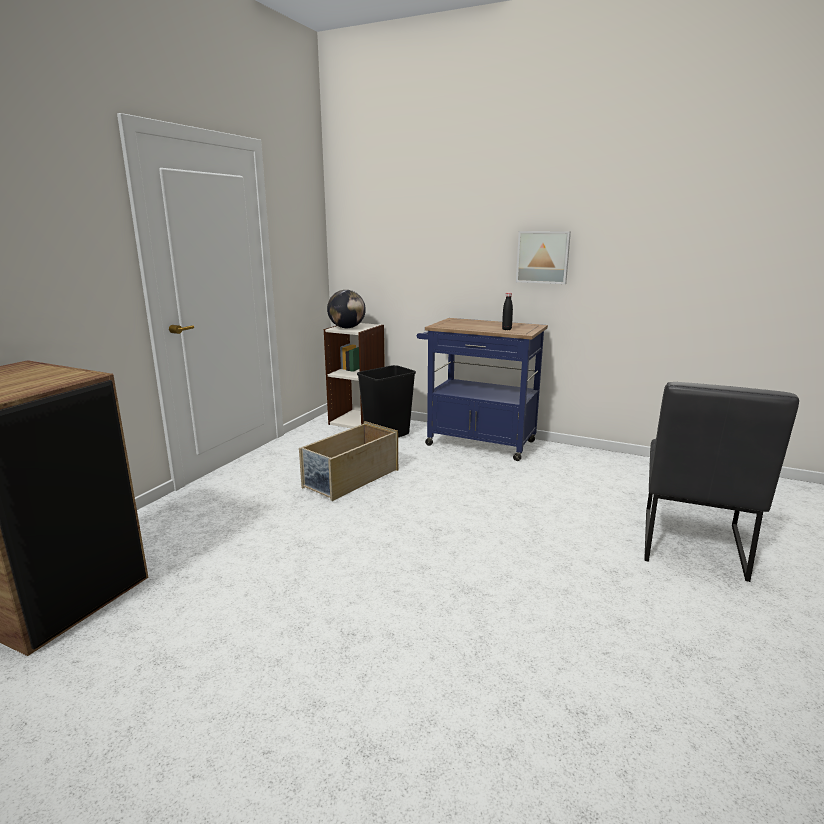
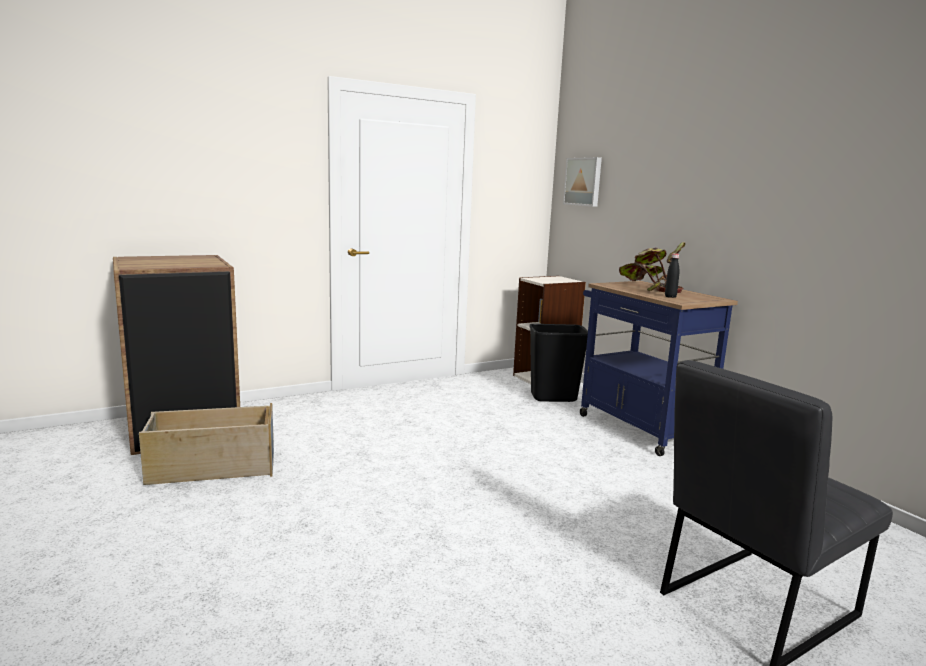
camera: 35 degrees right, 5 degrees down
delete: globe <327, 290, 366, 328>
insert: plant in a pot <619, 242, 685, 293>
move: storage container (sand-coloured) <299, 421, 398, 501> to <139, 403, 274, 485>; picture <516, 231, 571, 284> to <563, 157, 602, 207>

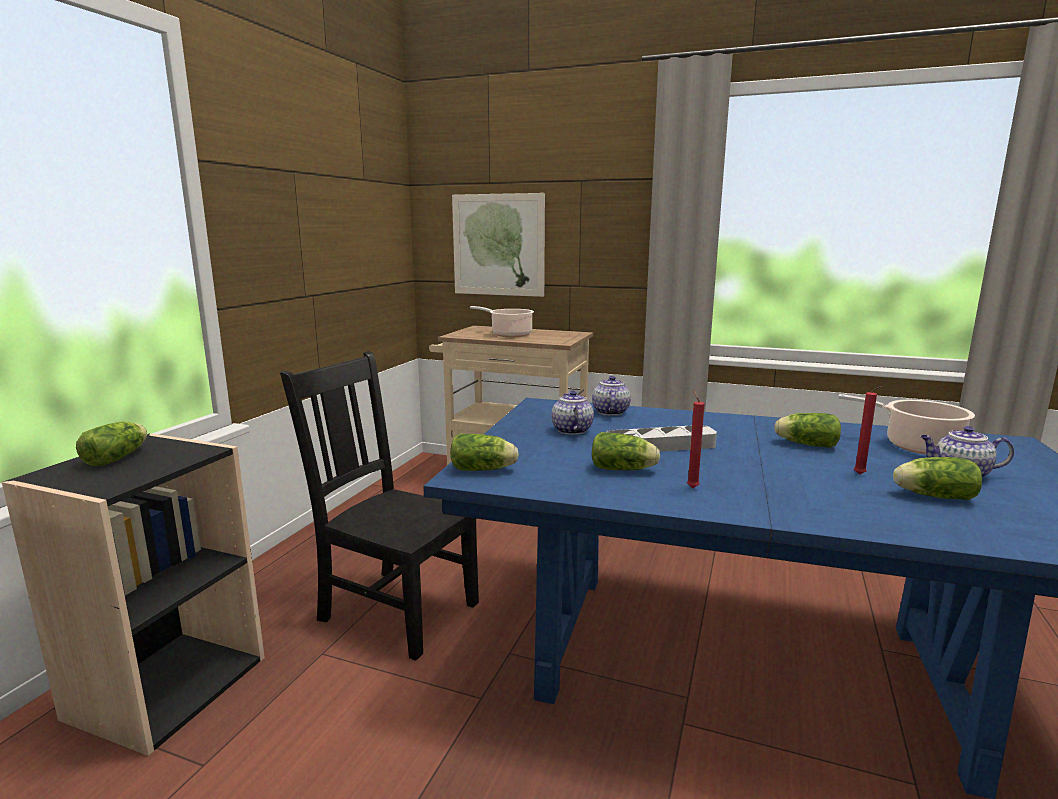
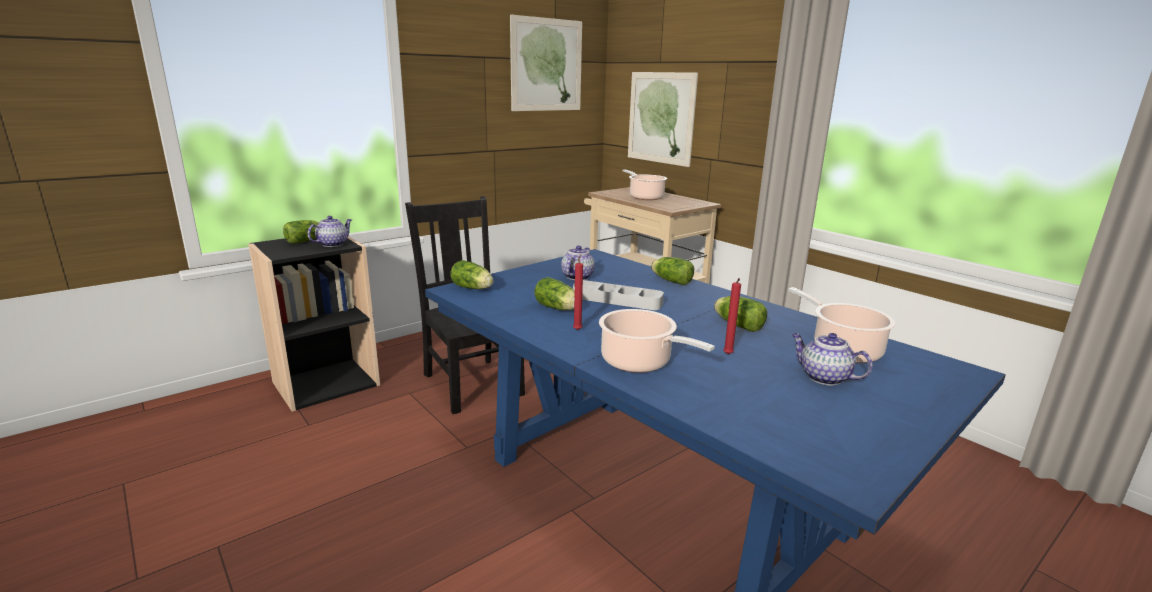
camera: 30 degrees right, 5 degrees up
insert: picture <510, 15, 582, 111>; cooking pot <599, 309, 715, 373>
move: pot for tea <592, 376, 631, 416> to <308, 216, 352, 247>; head of lettuce <893, 457, 982, 500> to <651, 257, 694, 285>

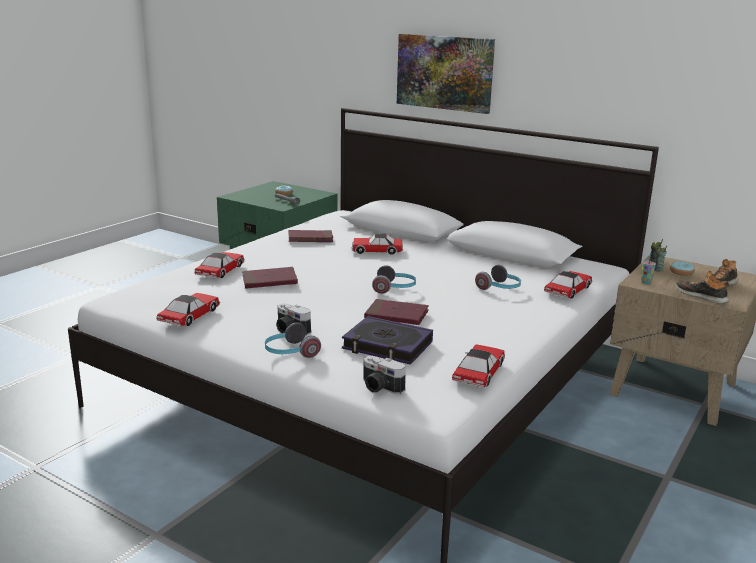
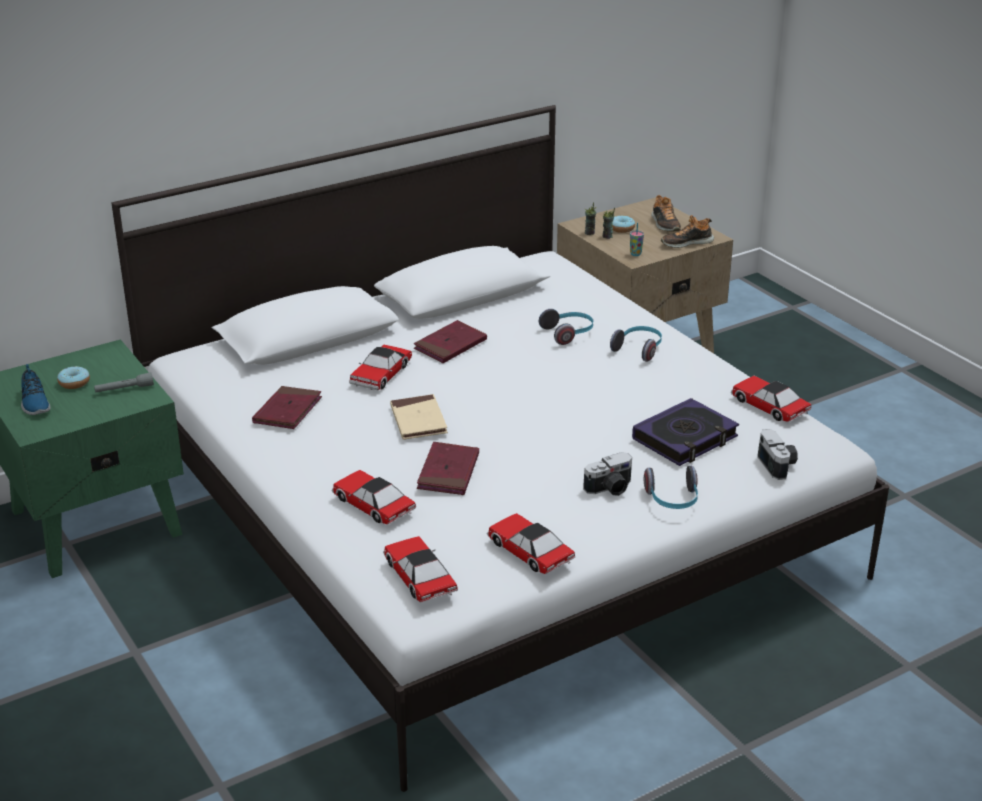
camera: 65 degrees left, 10 degrees up
delete: picture <397, 34, 495, 114>
insert: low shoe <21, 364, 50, 415>; volume (sand-coloured) <390, 394, 448, 440>
move: volume (red) <364, 299, 429, 325> to <414, 320, 487, 363>; headphones <372, 265, 416, 294> to <610, 326, 662, 362>; toy car <544, 271, 592, 299> to <383, 536, 458, 603>
rotate: still camera <363, 356, 406, 394> = <757, 429, 798, 480> 75 degrees counterclockwise

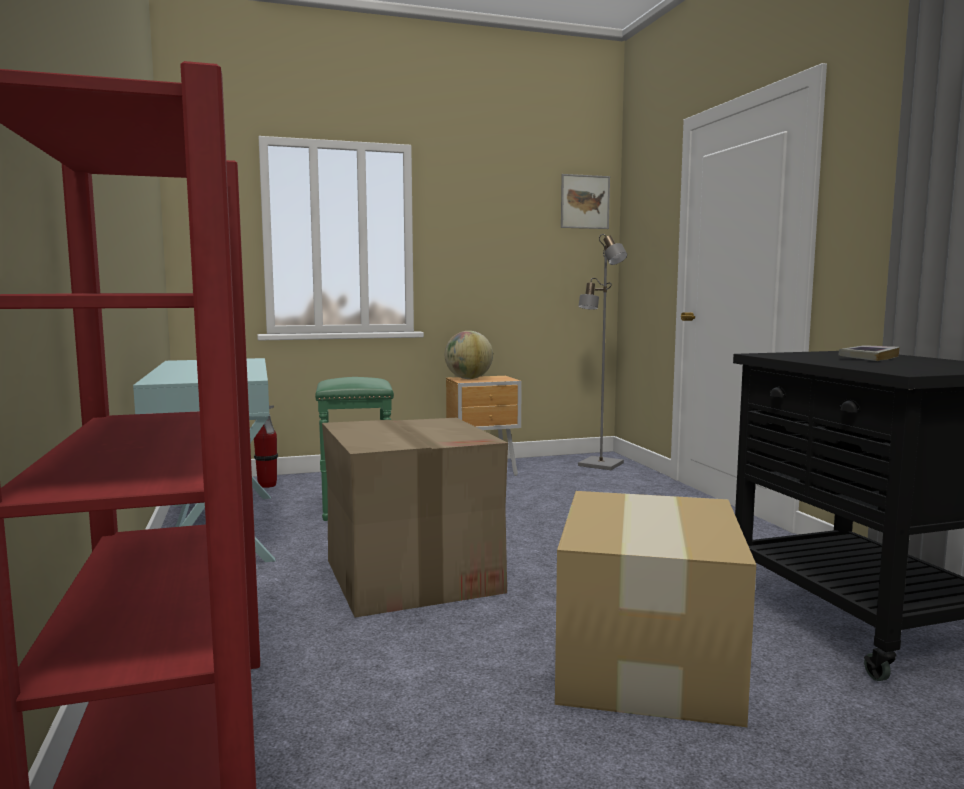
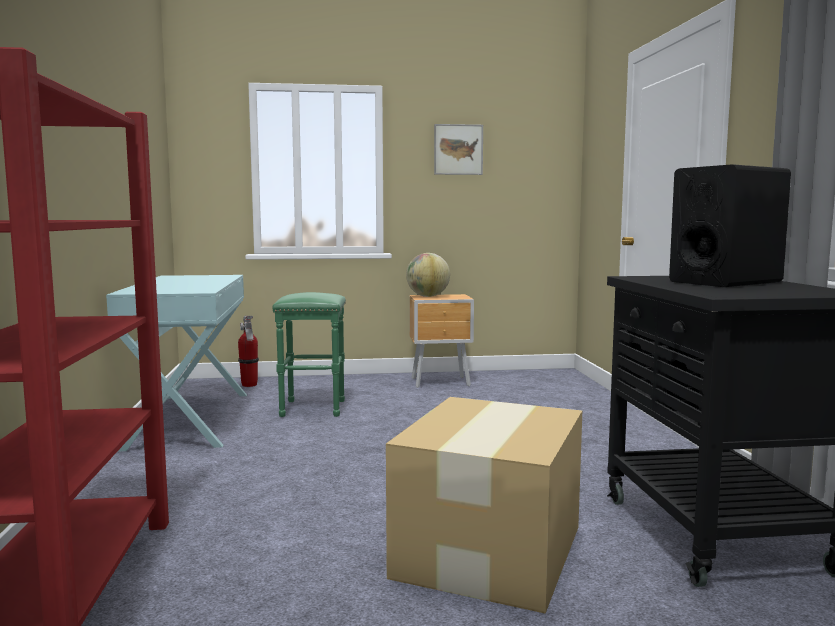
camera: 10 degrees right, 0 degrees up
delete: cardboard box <322, 418, 508, 618>; floor lamp (greyish) <578, 234, 627, 470>
move: picture <561, 174, 610, 229> to <434, 124, 483, 175>
replace: volume <838, 345, 900, 361> to loudspeaker (blackish) <669, 164, 791, 287>

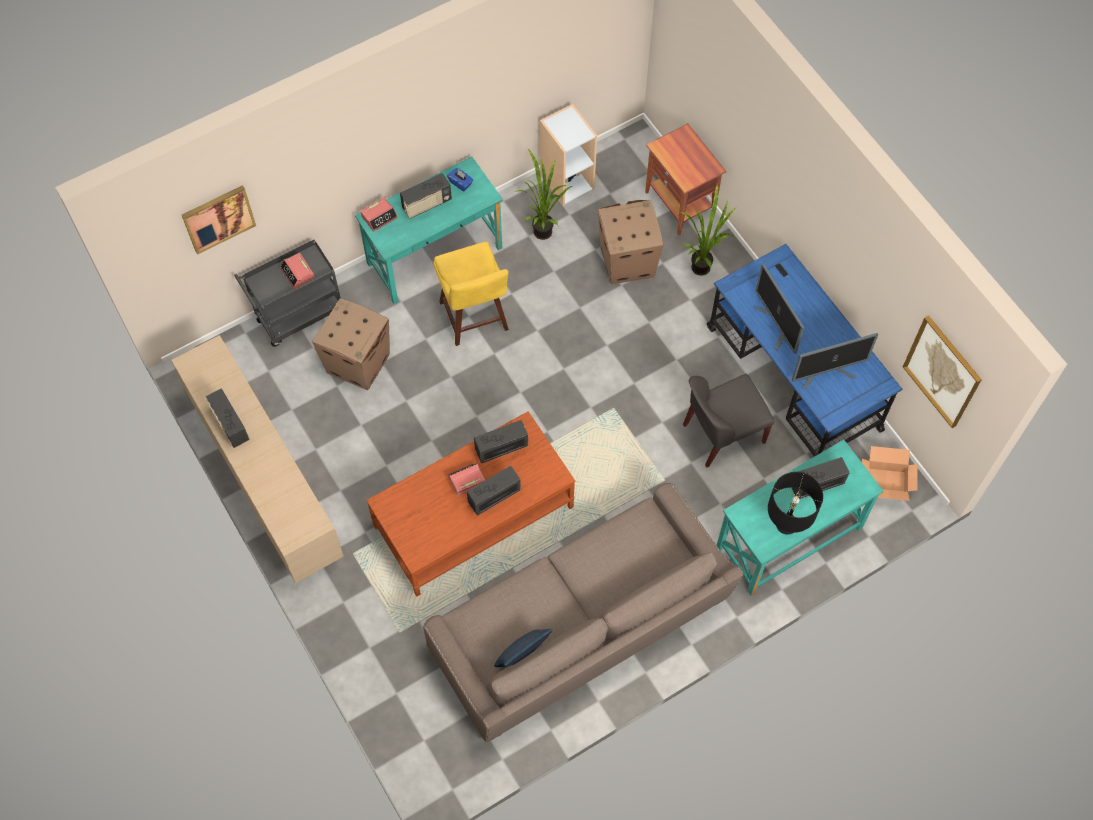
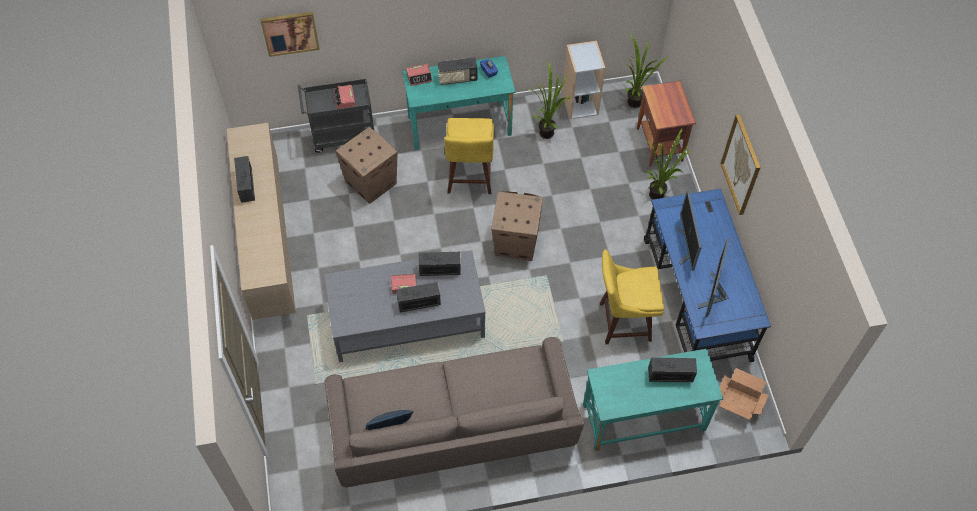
camera: 20 degrees right, 5 degrees down
delete: lamp for a table (blackish) <768, 472, 823, 535>
insert: plant in a pot <622, 33, 668, 108>
move: cardboard box <598, 200, 664, 284> to <491, 191, 543, 261>; picture <903, 315, 982, 428> to <721, 114, 761, 215>
replace: plain chair (greyish) <683, 374, 774, 468> to sitting stool (yellowish) <600, 250, 664, 344>
recolor: low table (brown-coloured) <366, 411, 575, 597> to low table (greyish) <324, 250, 486, 362>
rotate: computer display <792, 333, 878, 389> = <698, 238, 730, 318> 105 degrees clockwise

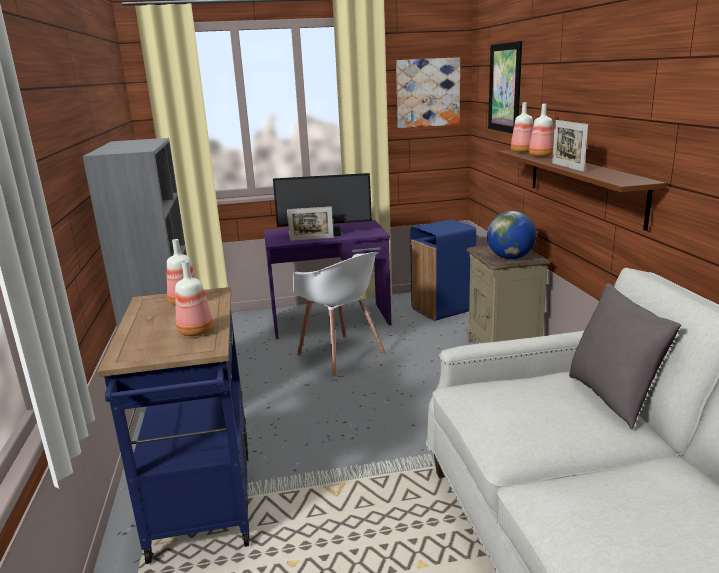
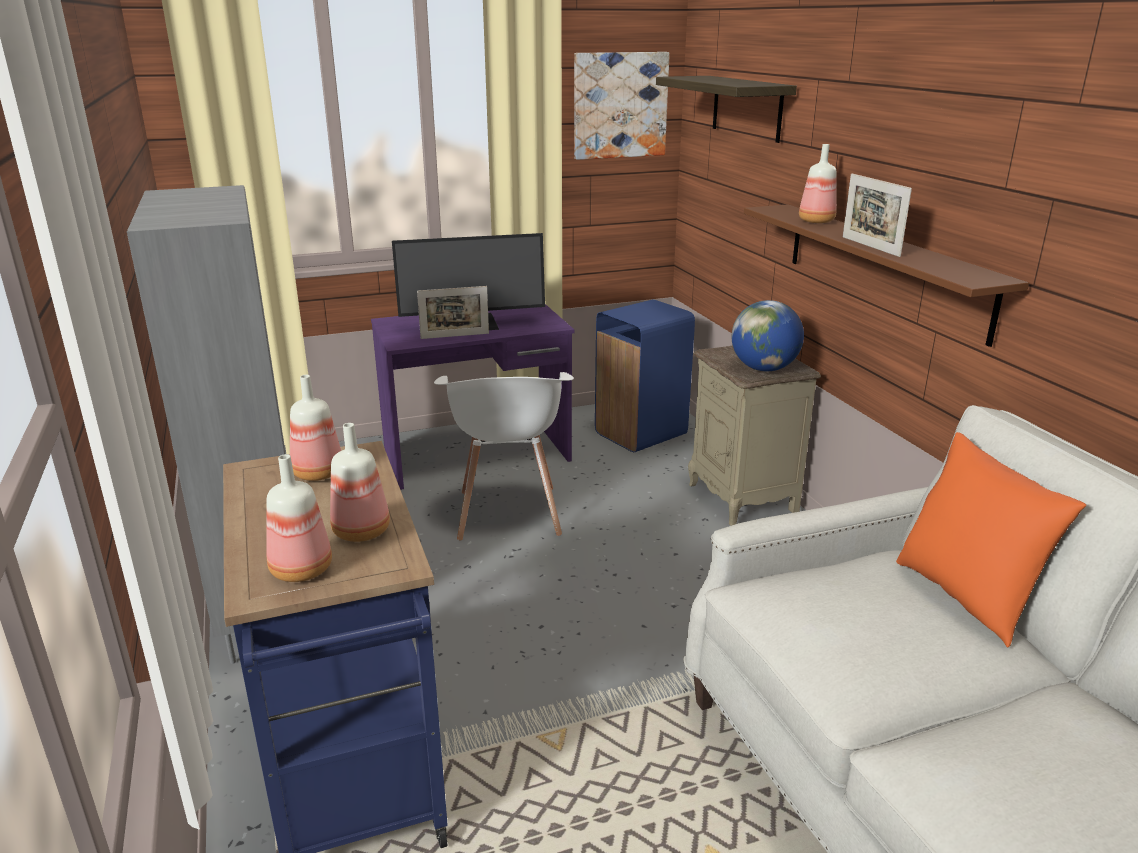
camera: 10 degrees left, 5 degrees up
move: drink bottle <511, 102, 533, 153> to <266, 454, 332, 582>
replace: picture <488, 41, 522, 134> to wall shelf <656, 76, 797, 143>
recolor: pillow (greyish) <569, 283, 681, 429> to pillow (orange) <896, 432, 1086, 648>
rotate: plain chair (whitish) <293, 252, 385, 376> = <434, 372, 574, 541> 45 degrees clockwise

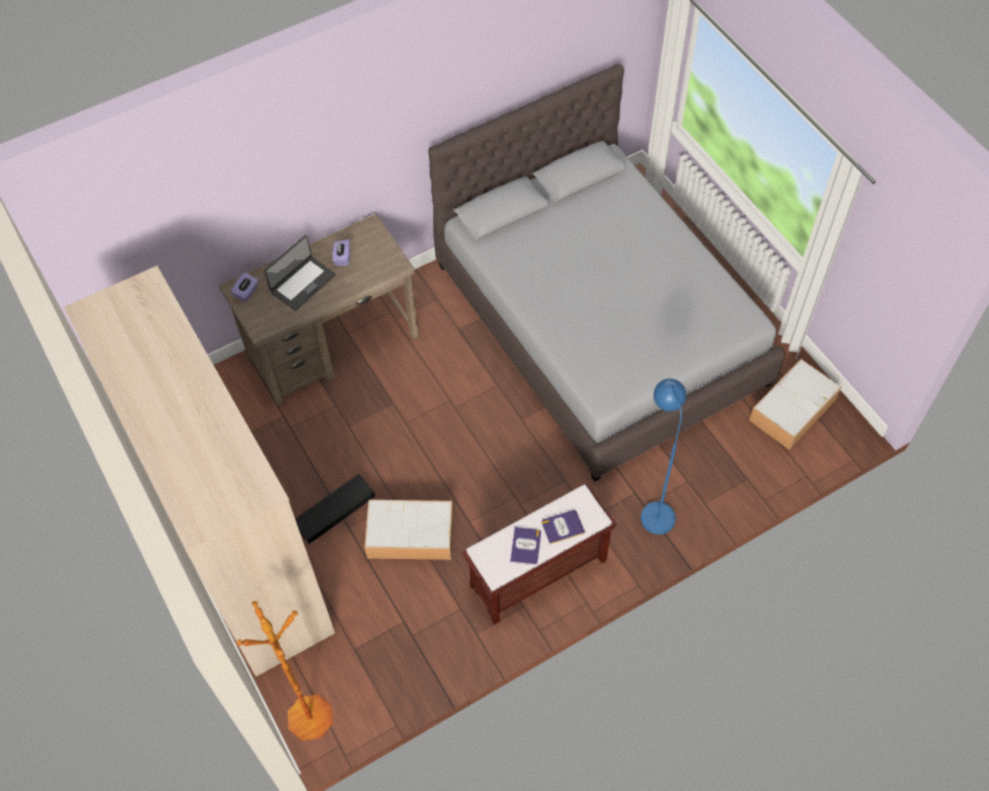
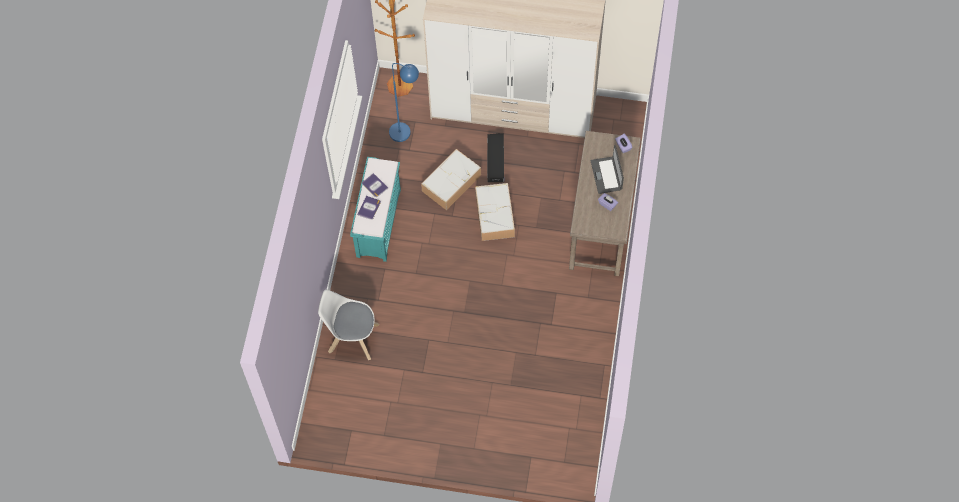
camera: 130 degrees right, 5 degrees up
delete: sleeping bed (greyish) <428, 64, 786, 482>
insert: plain chair <318, 289, 379, 360>
move: floor lamp (blue-coloured) <641, 379, 686, 535> to <389, 63, 419, 142>; storage container <749, 359, 841, 450> to <475, 183, 515, 241>
recolor: indoor bench (brown-coloured) <462, 484, 617, 625> to indoor bench (blue-green) <350, 157, 401, 262>

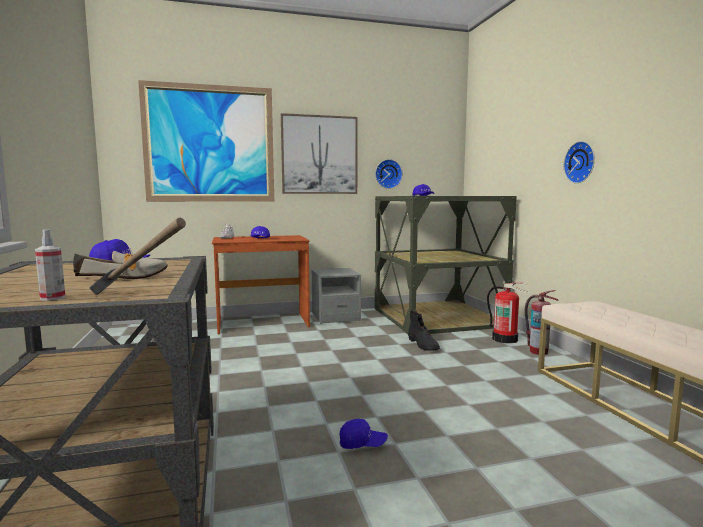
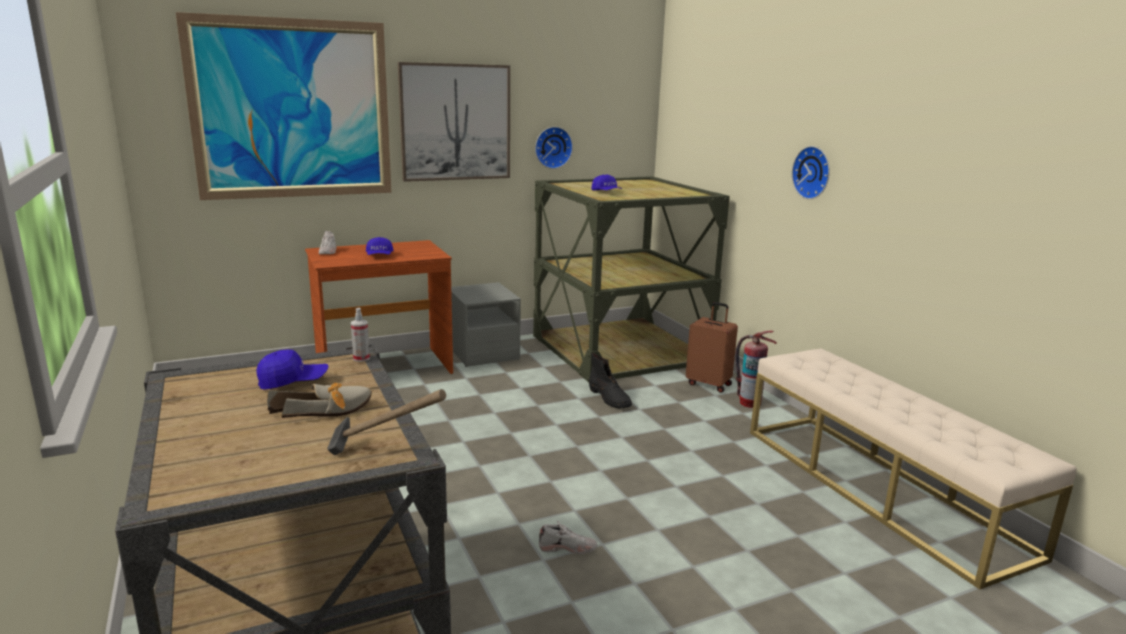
camera: 10 degrees left, 10 degrees up
move: hand sprayer <35, 229, 66, 301> to <351, 308, 370, 362>
replace: baseball cap (blue-coloured) <340, 419, 388, 449> to low shoe (whitish) <539, 521, 597, 554>; extinguisher <487, 282, 530, 343> to suitcase (brown-coloured) <686, 302, 738, 393>

